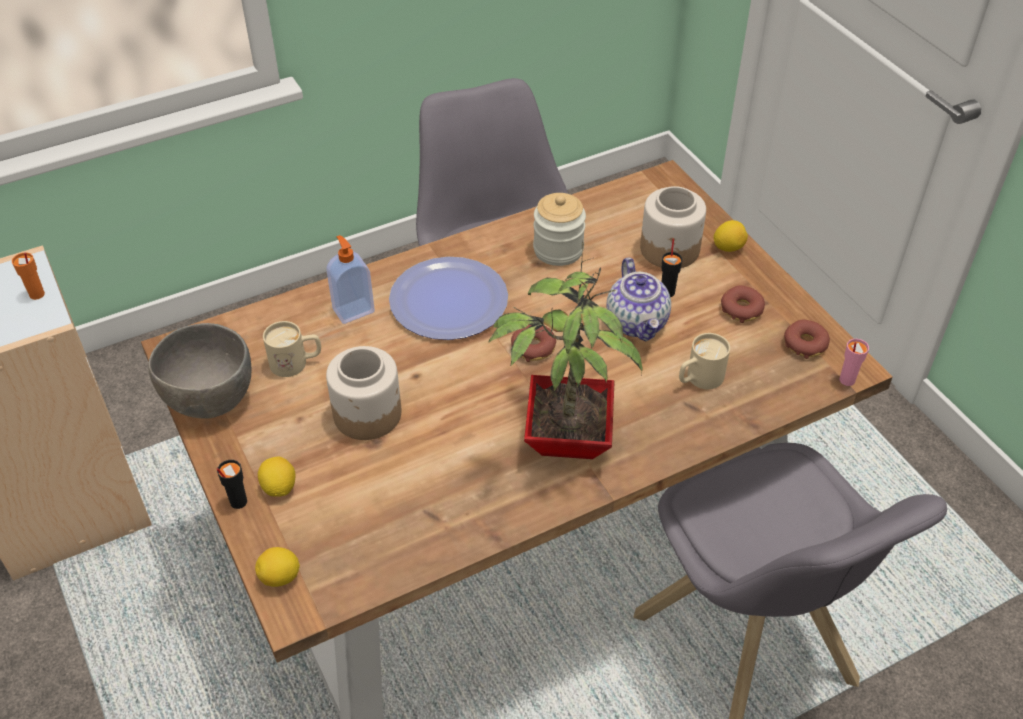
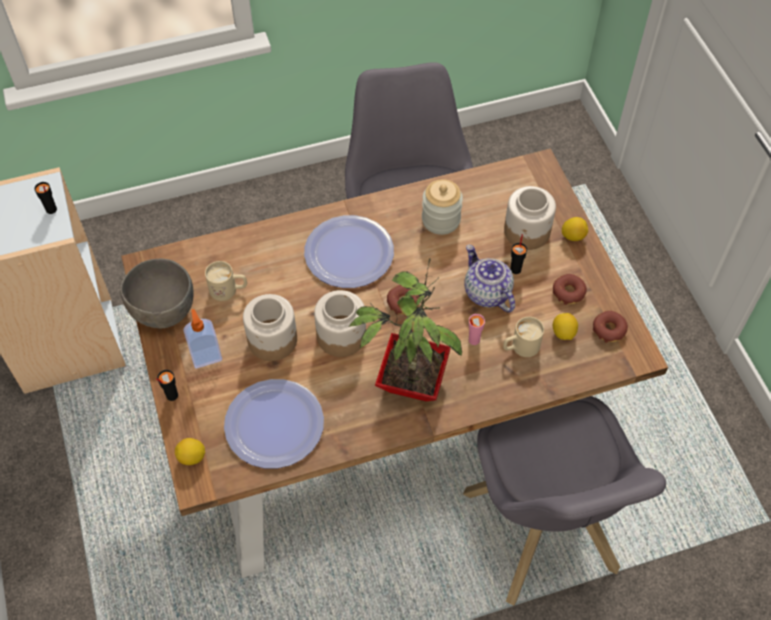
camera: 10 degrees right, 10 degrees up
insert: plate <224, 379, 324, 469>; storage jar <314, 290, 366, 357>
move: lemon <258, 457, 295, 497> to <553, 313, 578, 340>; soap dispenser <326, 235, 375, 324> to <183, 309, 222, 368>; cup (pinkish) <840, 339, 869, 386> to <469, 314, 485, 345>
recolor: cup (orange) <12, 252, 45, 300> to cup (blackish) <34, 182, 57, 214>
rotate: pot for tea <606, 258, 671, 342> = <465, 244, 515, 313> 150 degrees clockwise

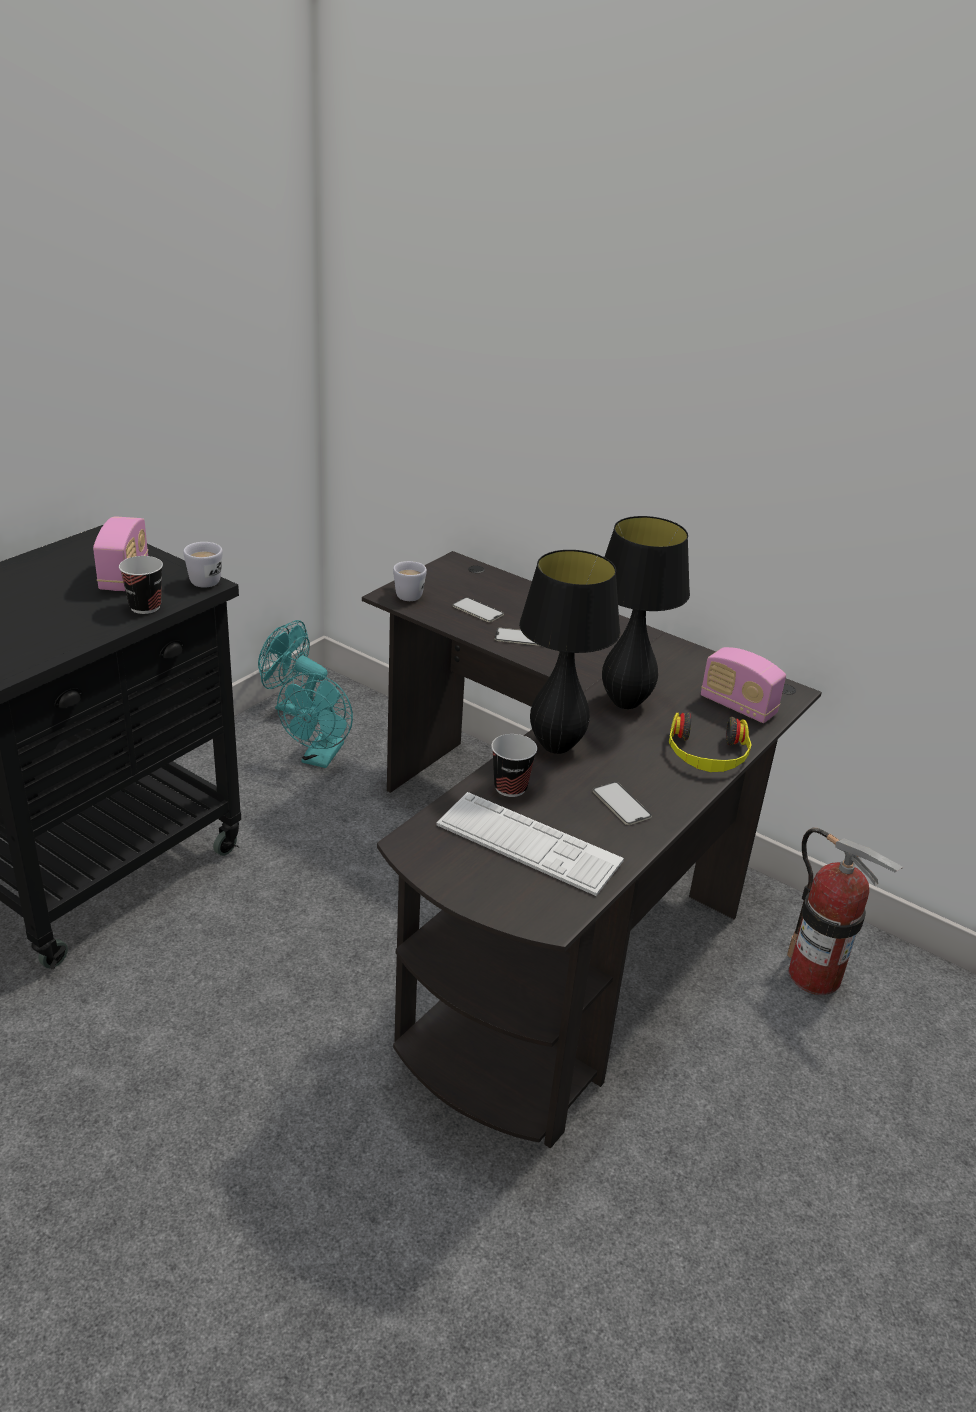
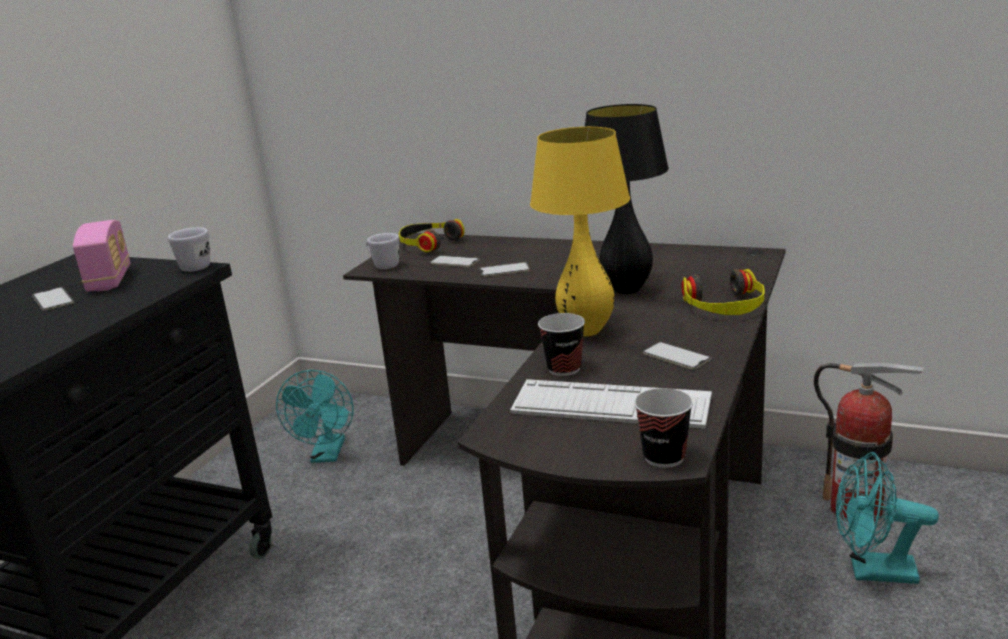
camera: 10 degrees left, 10 degrees down
delete: radio receiver <701, 647, 786, 723>
insert: phone <32, 287, 74, 311>; headphones <399, 219, 465, 252>
move: cup <119, 556, 163, 614> to <634, 388, 693, 468>; cooling fan (blue-green) <258, 620, 328, 716> to <836, 452, 939, 584>
recolor: lamp for a table (blackish) <519, 550, 620, 754> to lamp for a table (yellowish) <530, 127, 630, 336>

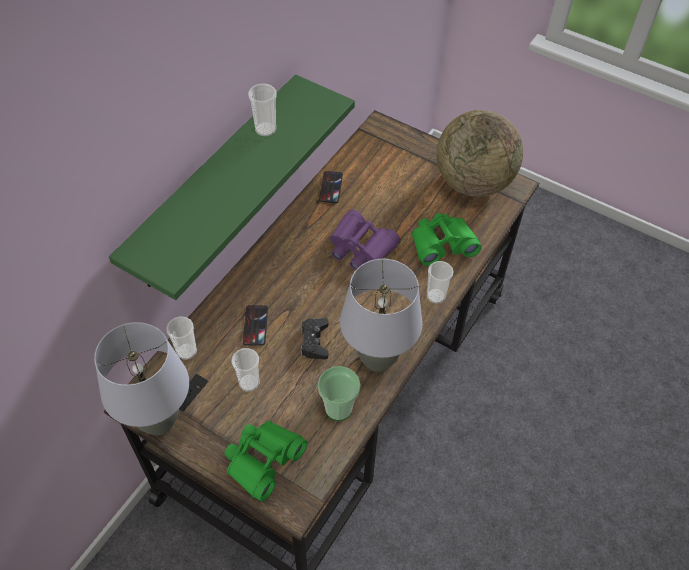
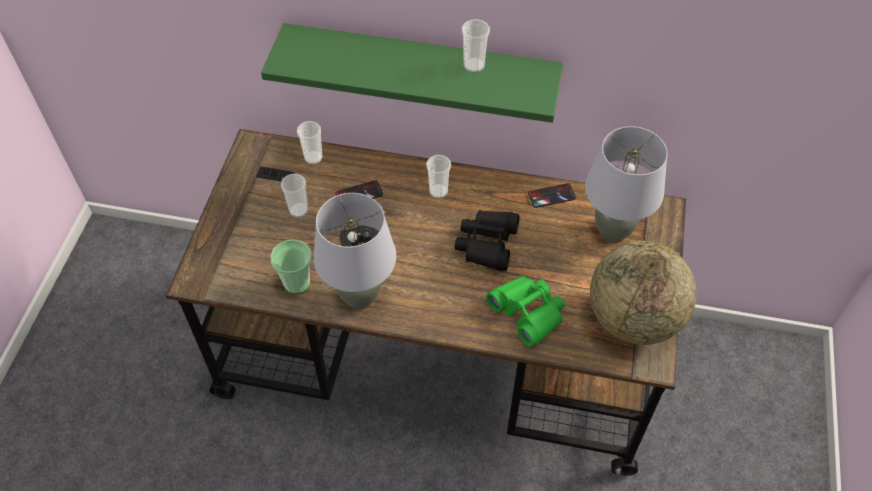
camera: 70 degrees right, 0 degrees up
delete: binoculars (green-coloured) <224, 421, 308, 501>
move: lamp for a table (greyish) <94, 322, 189, 435> to <585, 126, 668, 243>; cup <427, 261, 454, 304> to <426, 155, 451, 198>
recolor: binoculars (purplish) <330, 209, 400, 270> to binoculars (blackish) <455, 210, 519, 271>

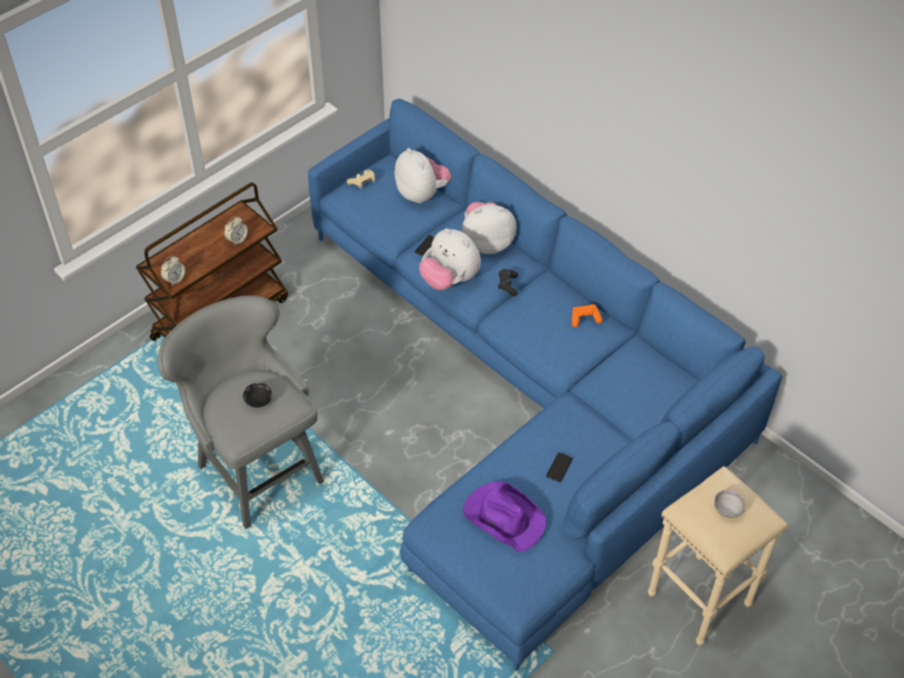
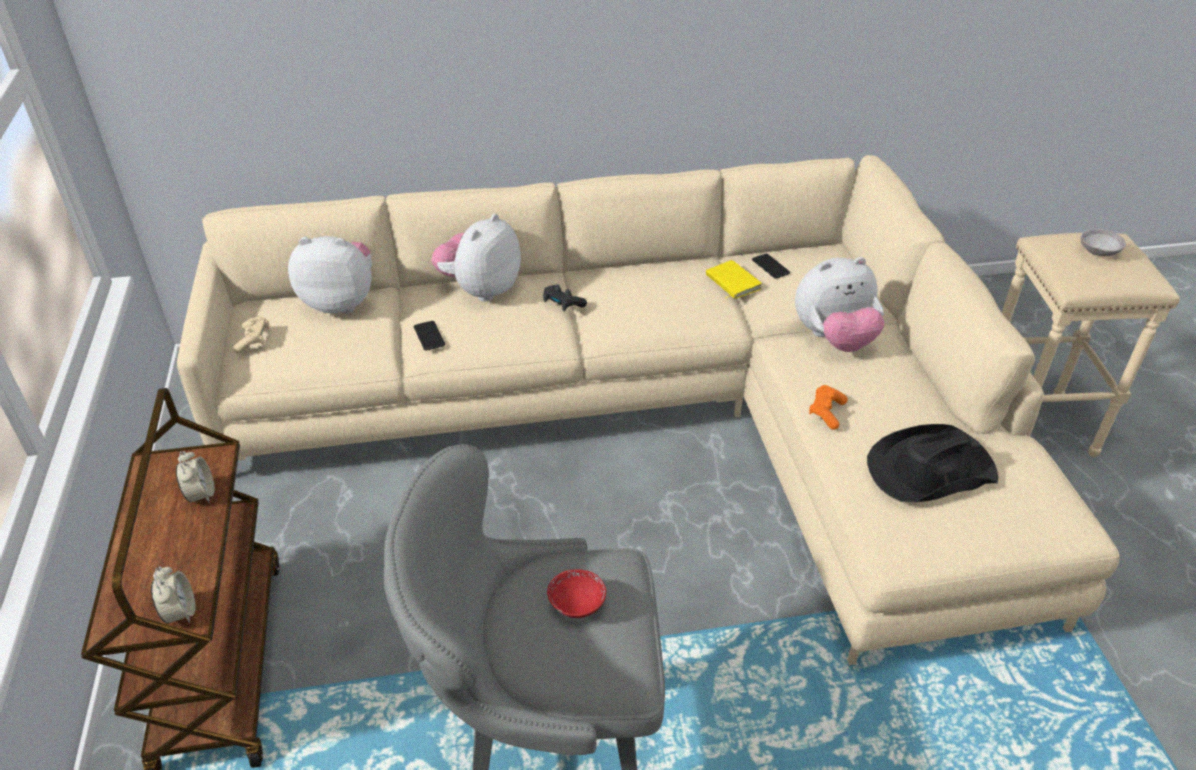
camera: 55 degrees left, 10 degrees down
insert: volume (yellowish) <706, 260, 762, 299>
move: cuddly toy <419, 228, 481, 290> to <795, 257, 884, 352>; phone <546, 453, 573, 482> to <752, 254, 790, 279>; game controller (orange) <572, 304, 602, 328> to <809, 385, 848, 430>
recolor: serving bowl (blackish) <243, 383, 272, 408> to serving bowl (red) <547, 569, 606, 618>; couch (blue-coloured) <308, 99, 782, 671> to couch (sand-coloured) <177, 155, 1119, 665>; hat (purplish) <463, 481, 547, 552> to hat (blackish) <867, 424, 998, 502>

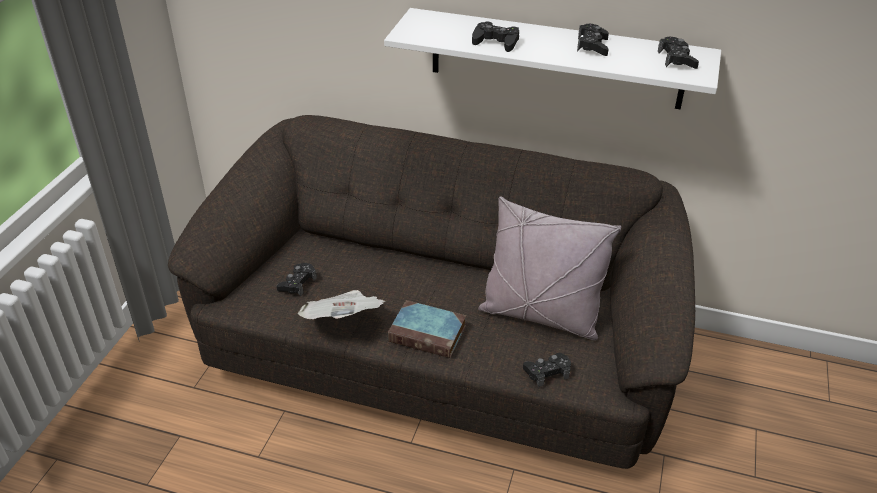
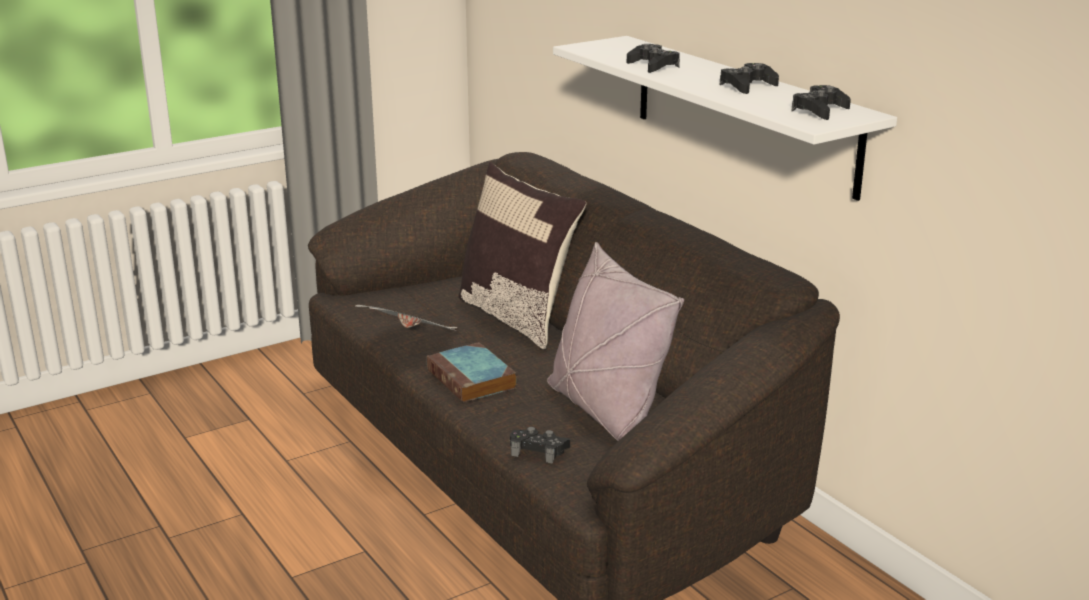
camera: 40 degrees right, 15 degrees down
delete: game controller (blackish) <277, 263, 317, 296>
insert: pillow <459, 162, 586, 349>

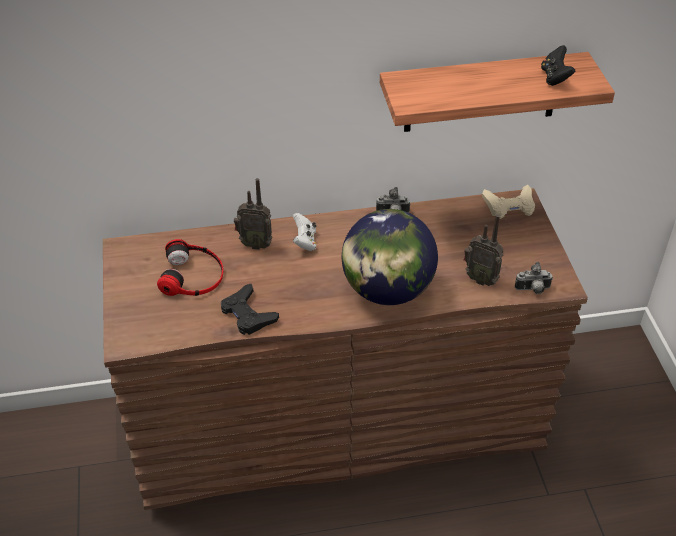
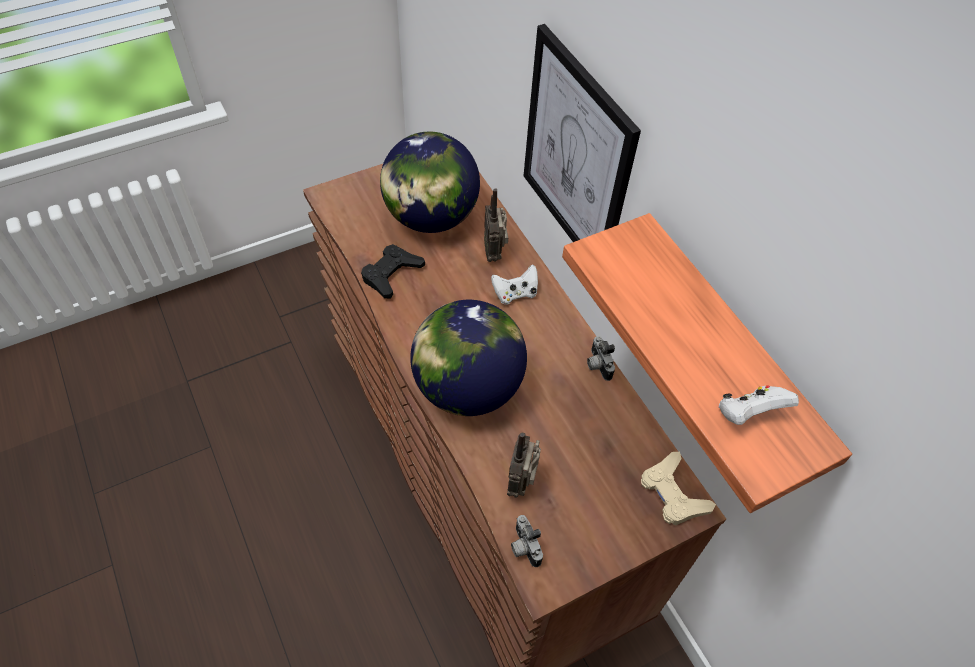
camera: 70 degrees right, 10 degrees up
insert: picture <524, 24, 641, 242>
replace: headphones <157, 239, 224, 296> to globe <380, 132, 480, 233>
recolor: game controller (blackish) <541, 45, 575, 86> to game controller (whitish) <718, 385, 799, 425>

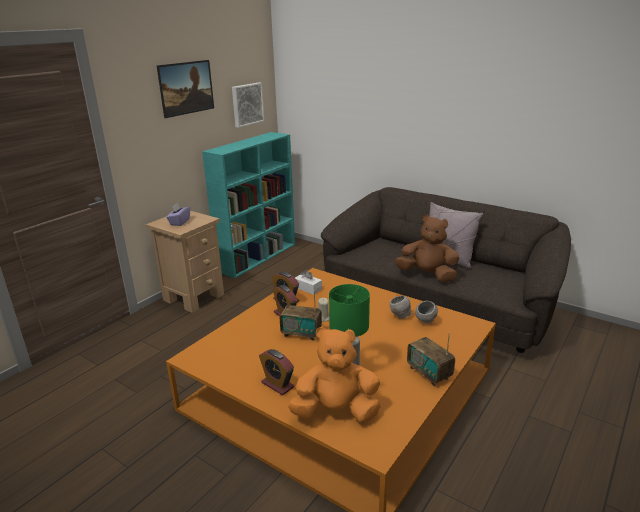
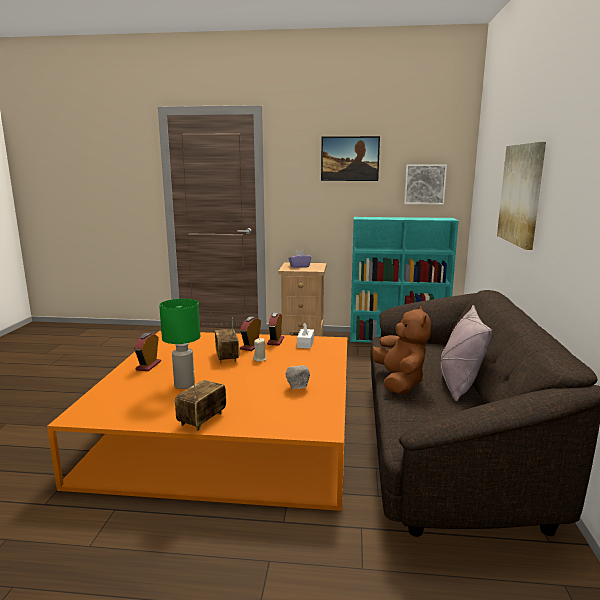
camera: 60 degrees right, 10 degrees down
delete: cuddly toy (orange) <288, 327, 381, 423>; serving bowl (greyish) <415, 301, 438, 324>
insert: picture <497, 142, 546, 250>

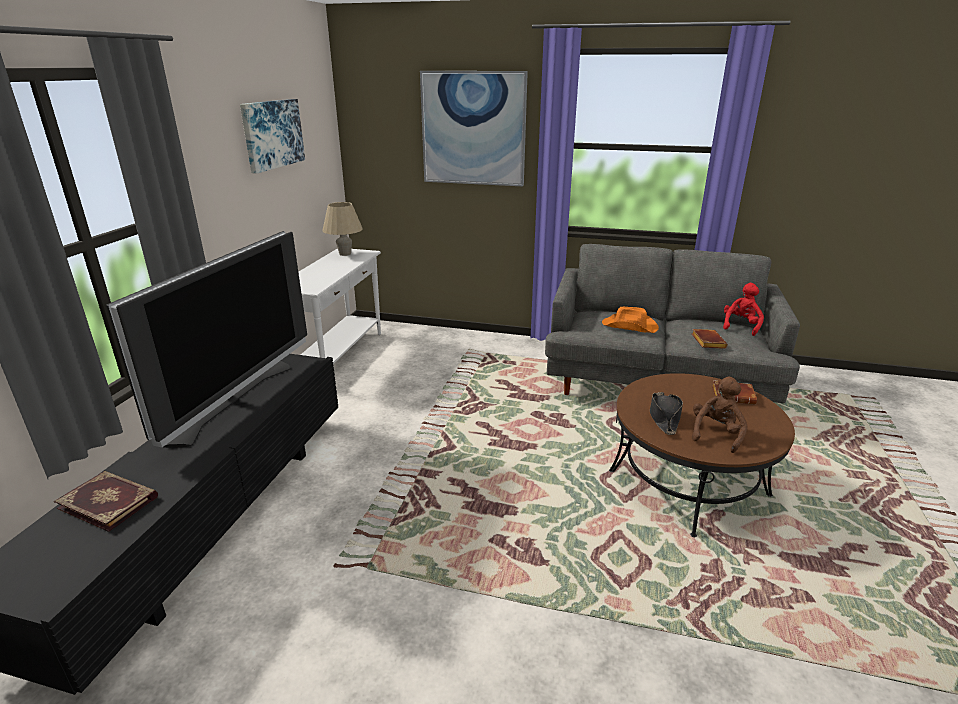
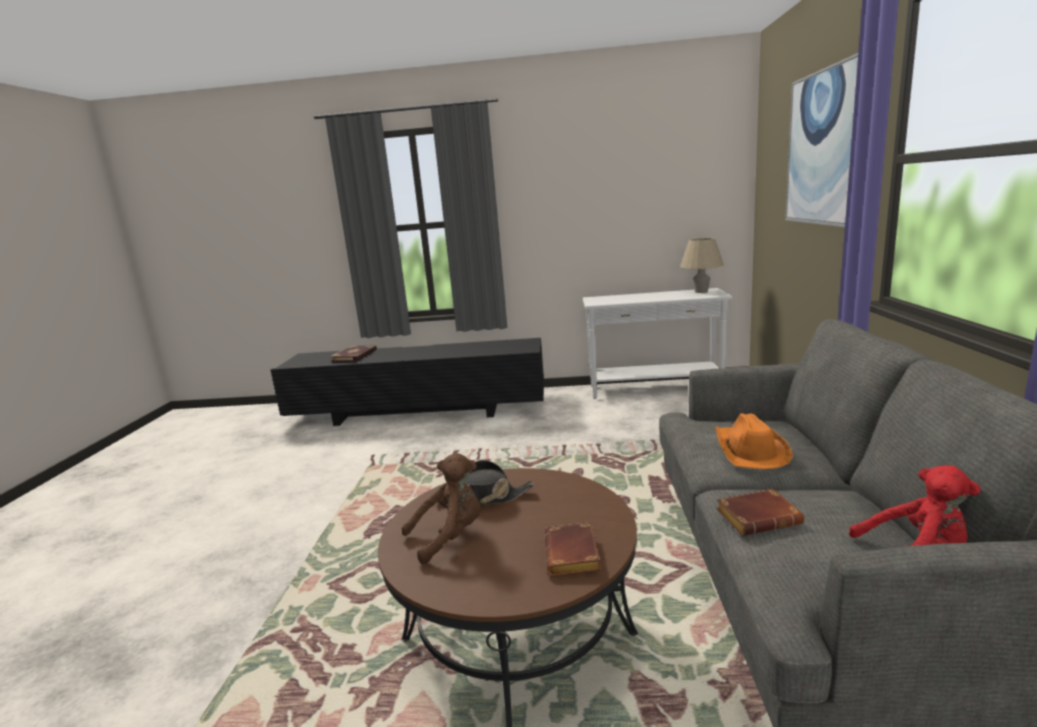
camera: 80 degrees right, 10 degrees down
delete: TV <106, 231, 307, 448>; picture <240, 99, 305, 174>
rotate: cuddly toy (brown-coloured) <692, 377, 748, 453> = <402, 453, 481, 564> 45 degrees counterclockwise

